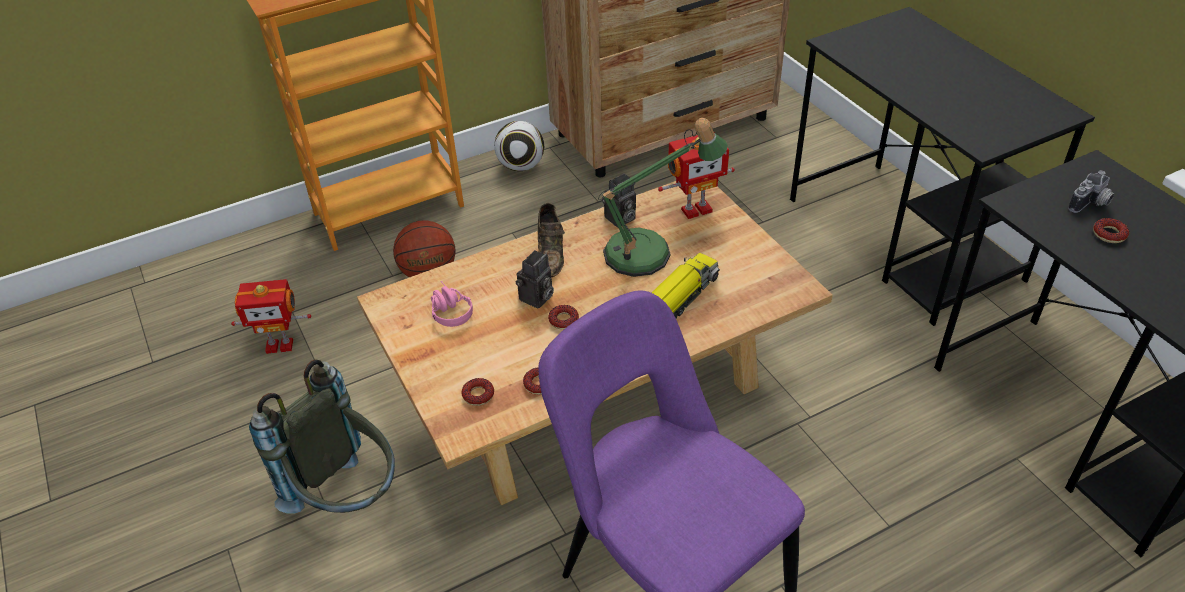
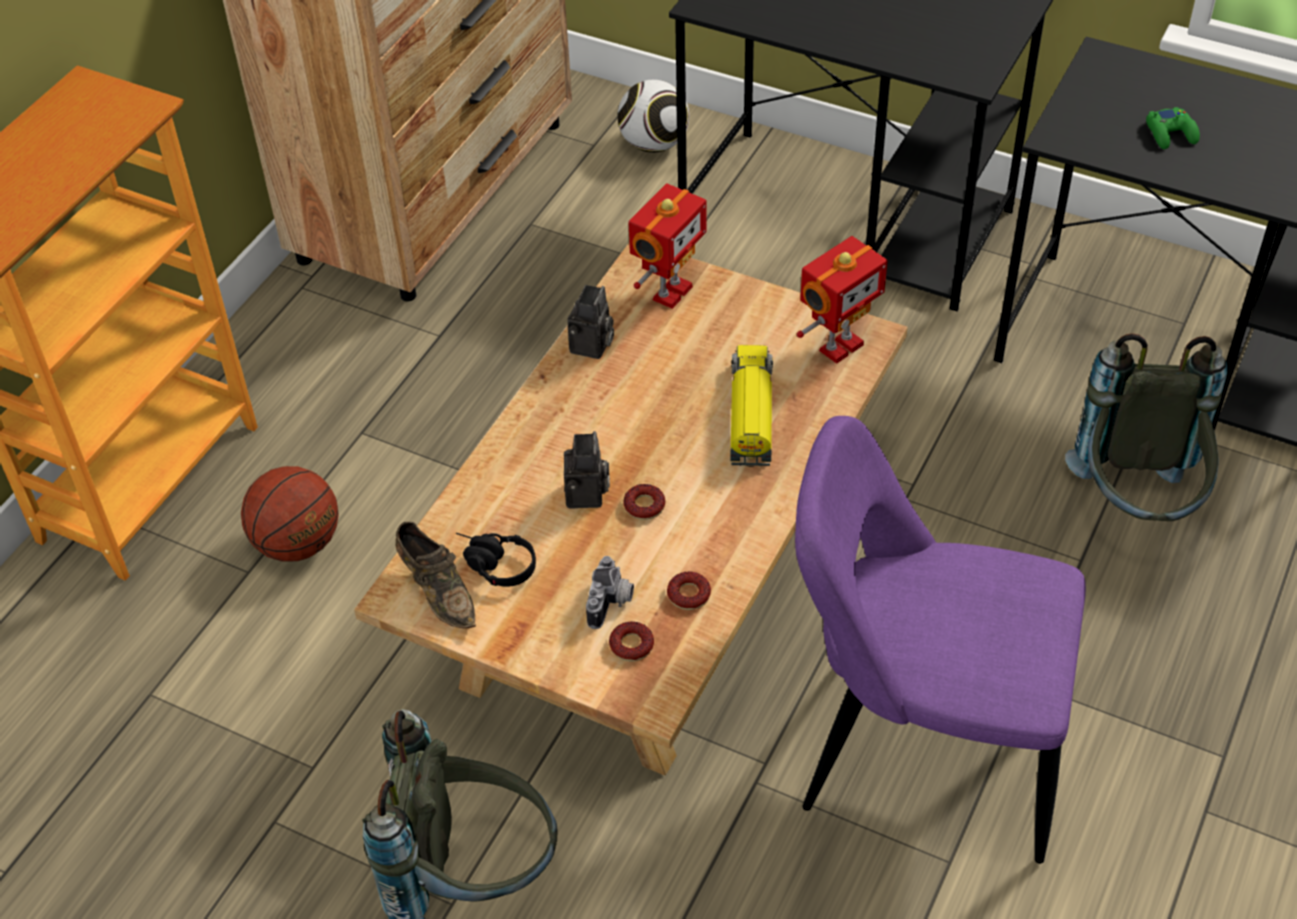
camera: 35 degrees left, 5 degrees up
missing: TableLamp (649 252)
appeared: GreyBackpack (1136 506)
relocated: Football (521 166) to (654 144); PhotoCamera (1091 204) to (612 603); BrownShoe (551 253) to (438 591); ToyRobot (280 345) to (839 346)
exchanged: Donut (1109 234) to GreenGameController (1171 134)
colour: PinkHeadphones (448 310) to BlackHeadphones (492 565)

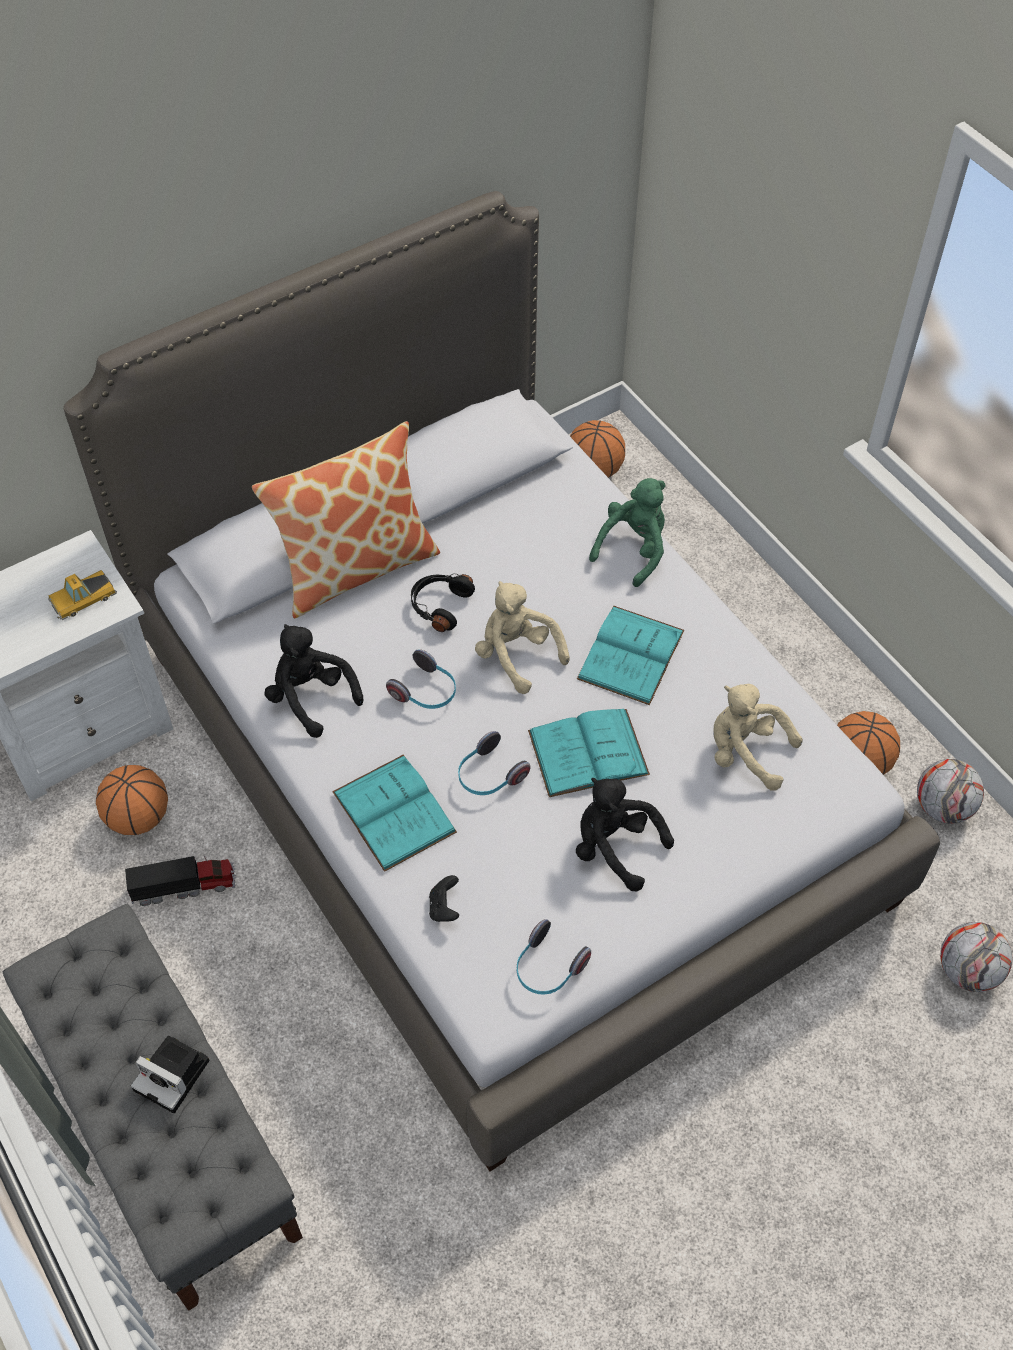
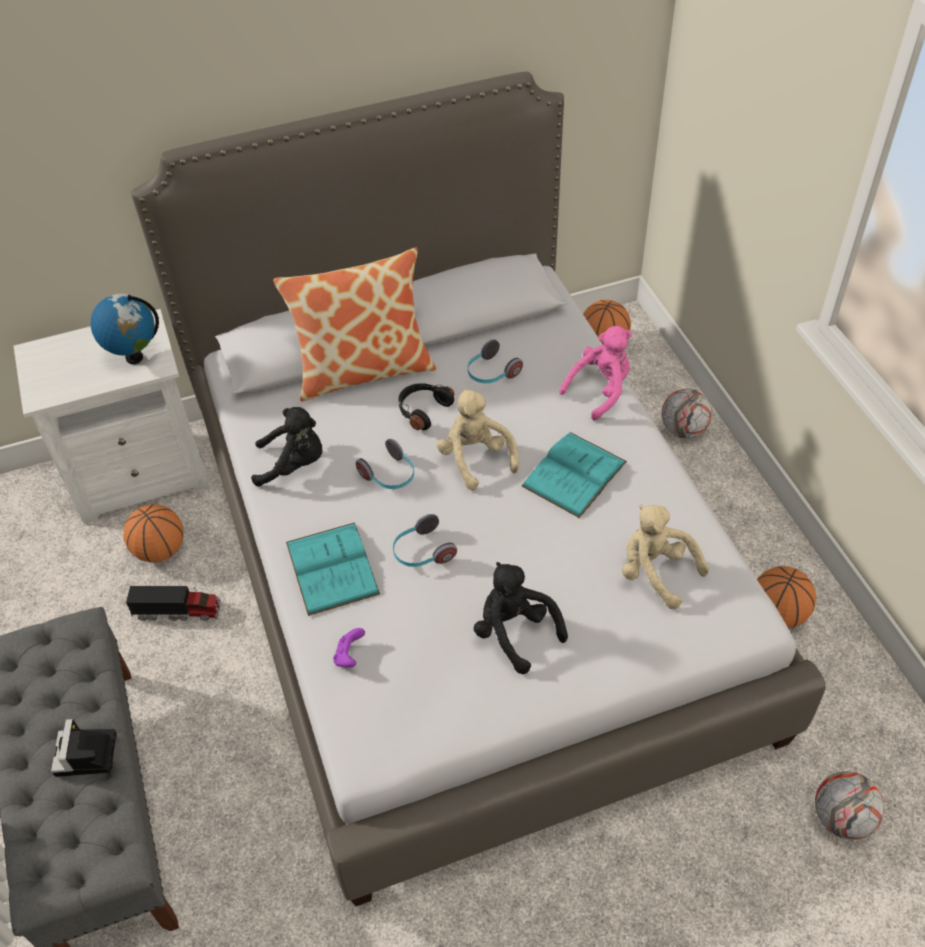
camera: 15 degrees right, 5 degrees down
missing: TurquoiseBook (588 752)
relocated: Football (943 807) to (683 430); Headphones (548 968) to (491 373)
exchanged: ToyCar (82 598) to Globe (134 357)
colour: GreenPlushToy (633 549) to PinkPlushToy (600 390); BlackGameController (444 907) to PurpleGameController (349 656)
spun: BlackPlushToy (311 697) = (294 464) 120 degrees clockwise; PhotoCamera (174 1076) = (86 756) 45 degrees clockwise

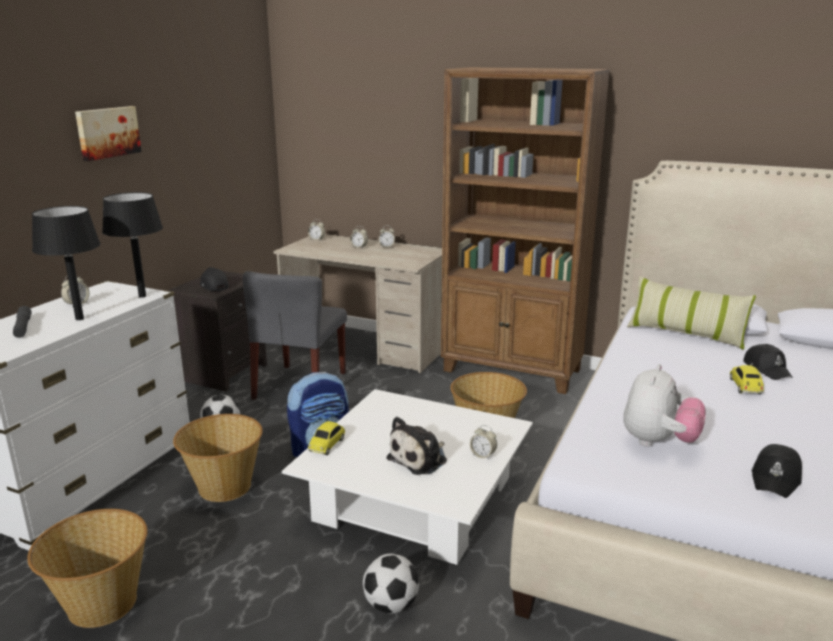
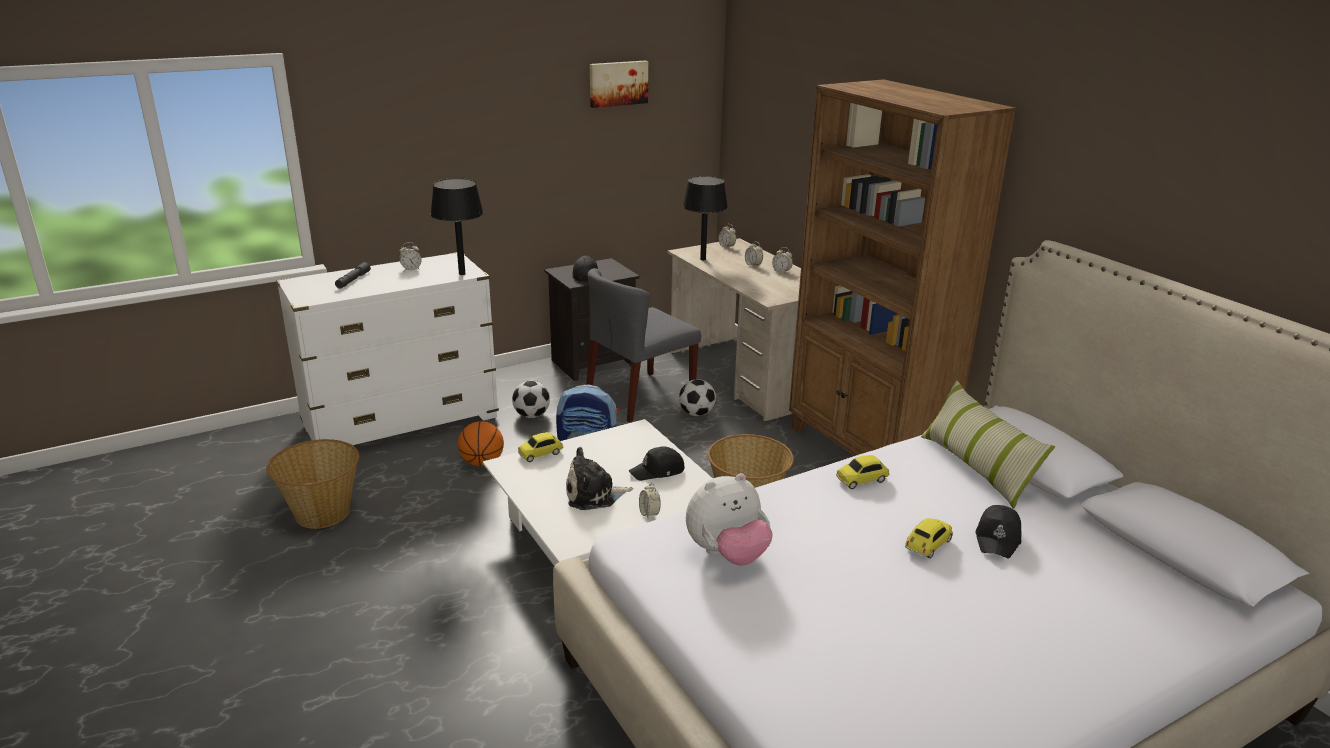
camera: 35 degrees right, 5 degrees up
appeared: ToyCar (862 480)
relocated: Picture (107 132) to (618 83); BlackTableLamp (79 318) to (703 259); BlackCap (776 478) to (658 471); Football (391 605) to (697 414)
exchanged: Basket (224 486) to Basketball (482 463)

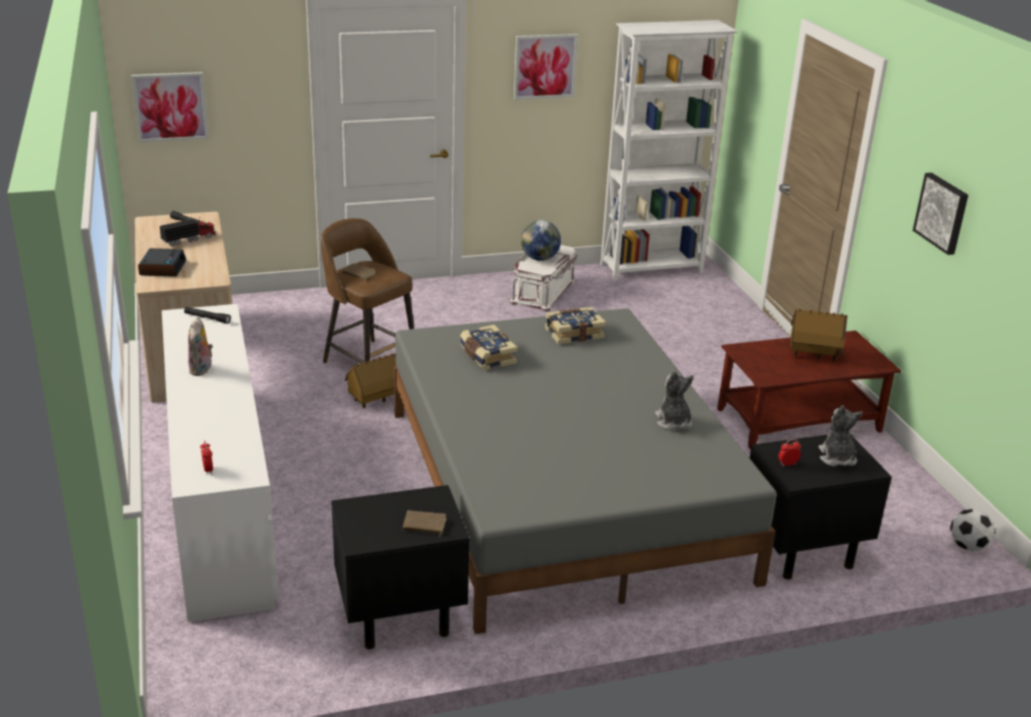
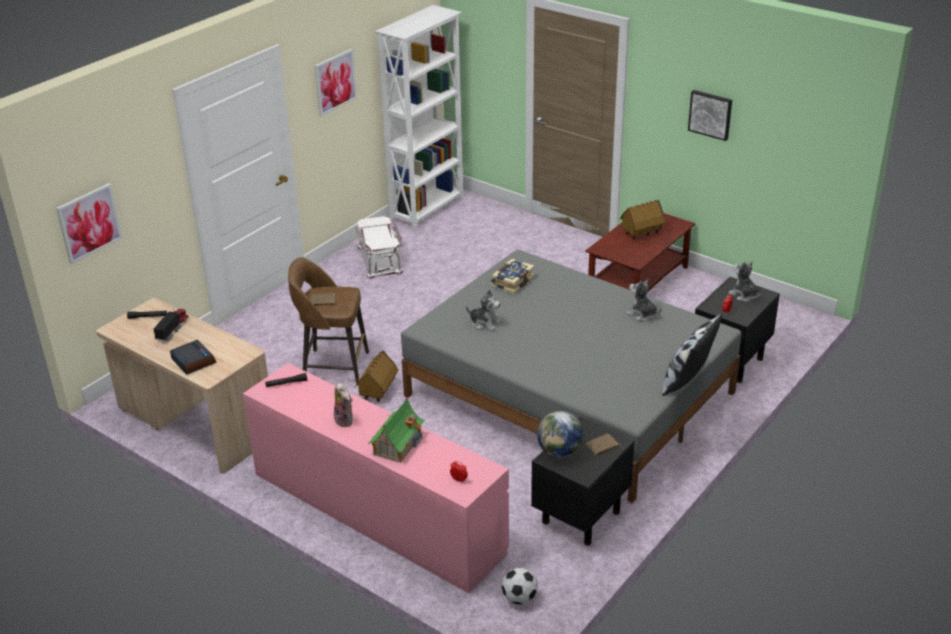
camera: 35 degrees left, 5 degrees up
appeared: Pillow (687 380); ToyHouse (397 444)
relocated: Globe (539 259) to (559 452); Football (967 546) to (519 598)
exchanged: Book (487 357) to PlushToy (484 323)
colour: WhiteDresser (220 501) to PinkDresser (376 512)

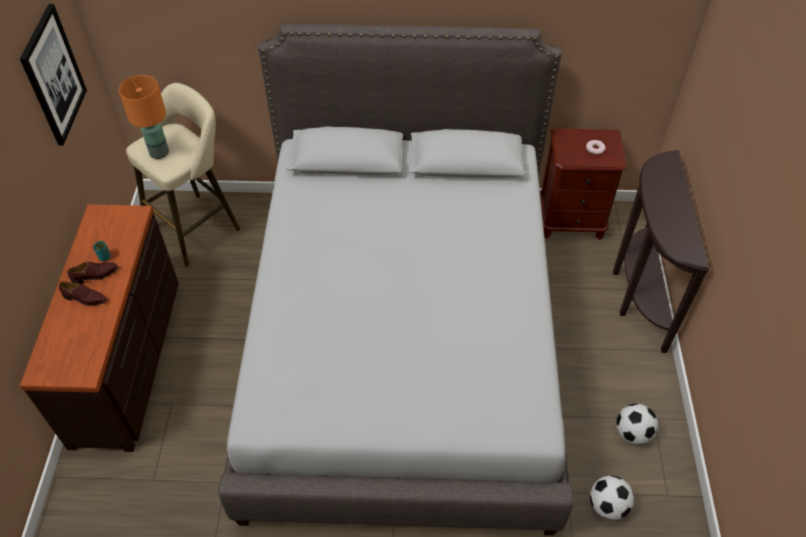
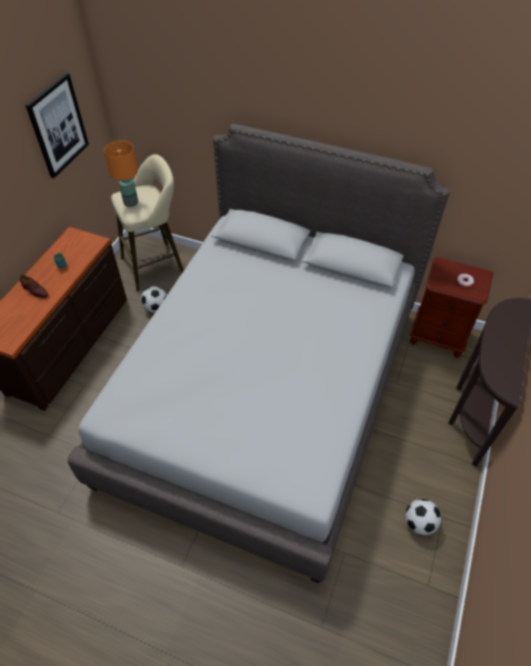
camera: 20 degrees right, 0 degrees up
missing: BrownShoe (95 275)
relocated: Football (607 505) to (156 307)

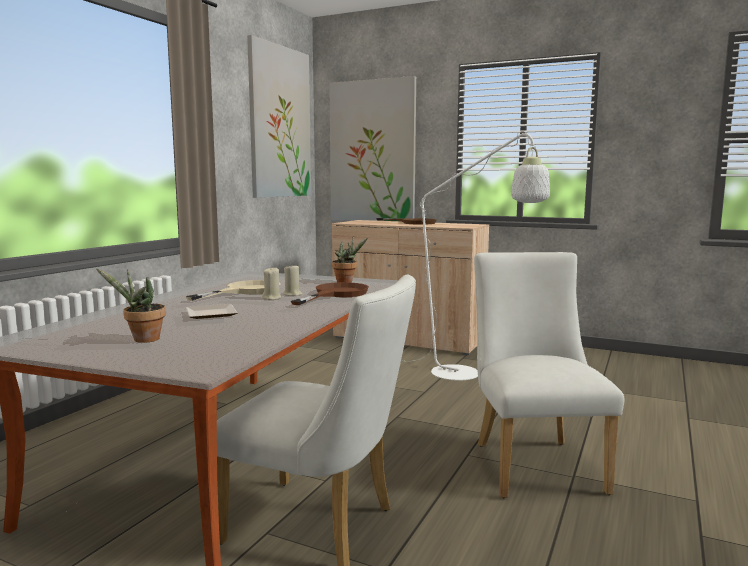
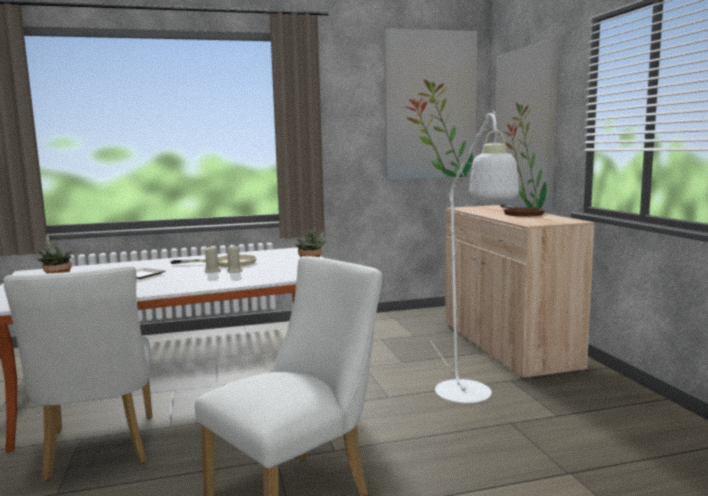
camera: 50 degrees right, 0 degrees up
missing: BrownFryingPan (336 294)

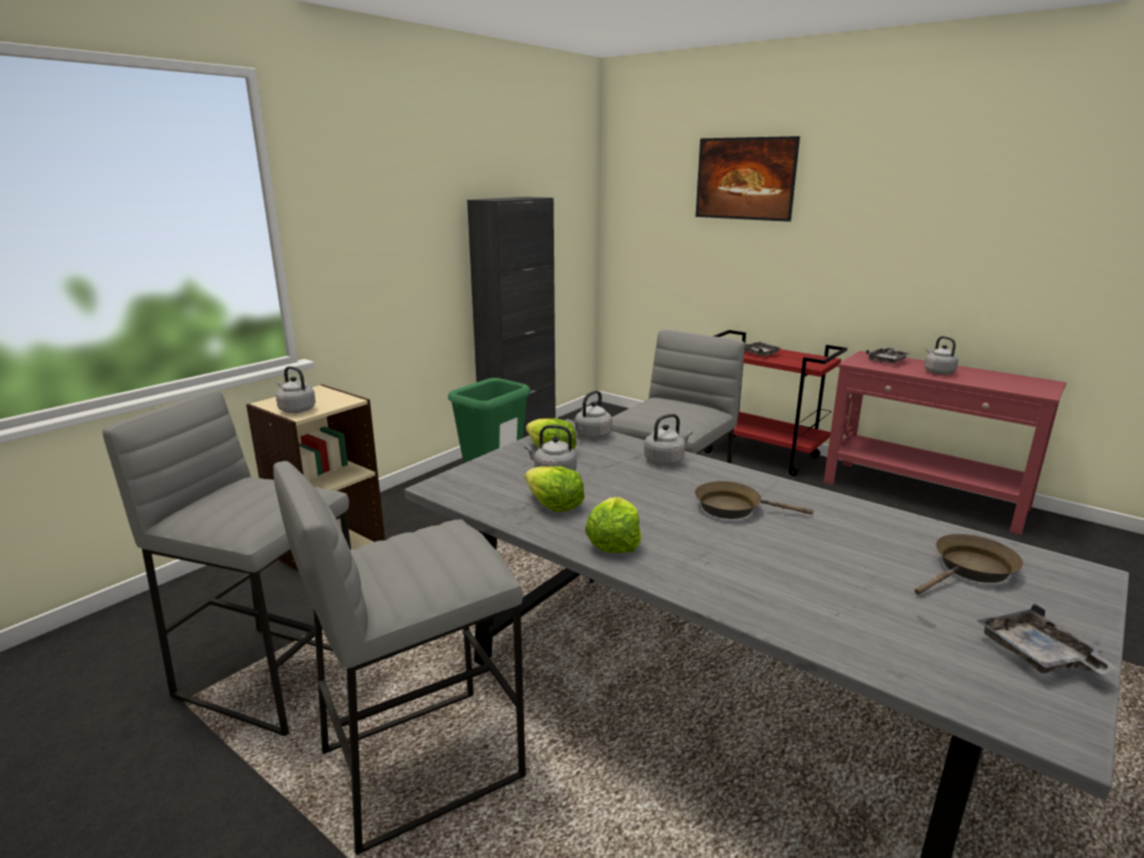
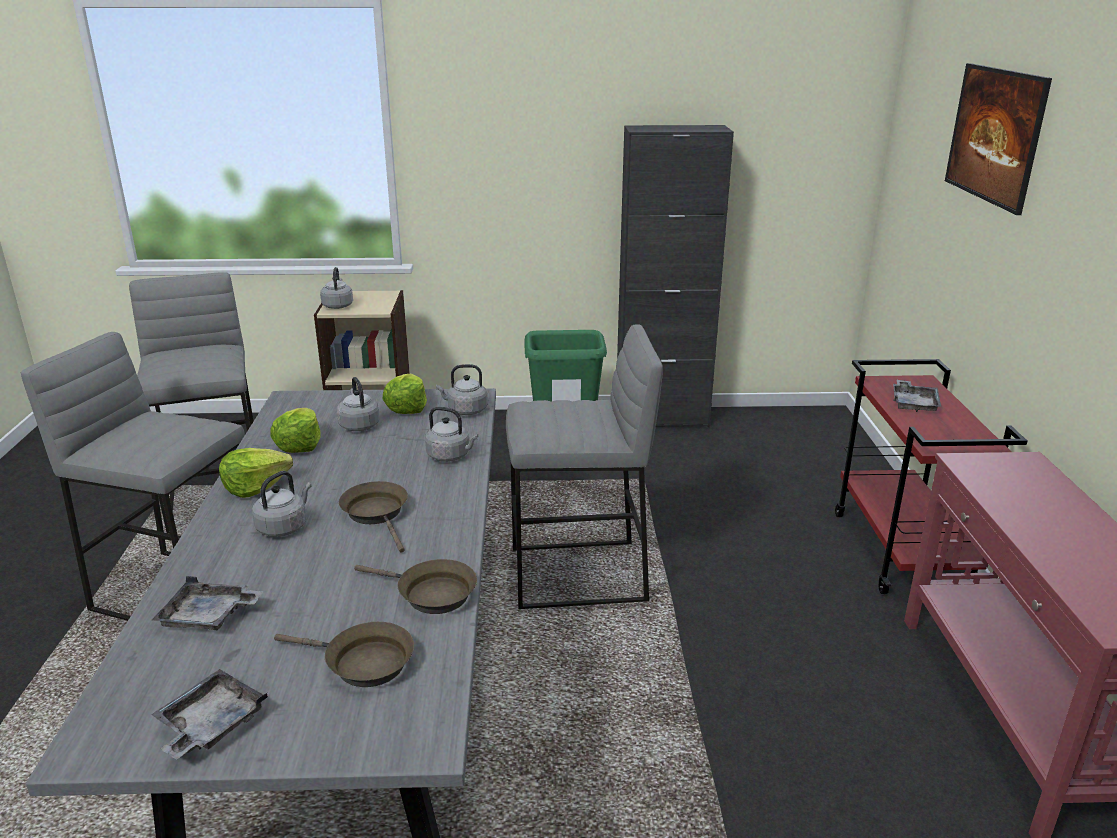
camera: 50 degrees right, 5 degrees up
appeared: BrownFryingPan (431 594)
relocated: GreyKettle (938 372) to (284 526); GreyTray (887 361) to (208 616)

